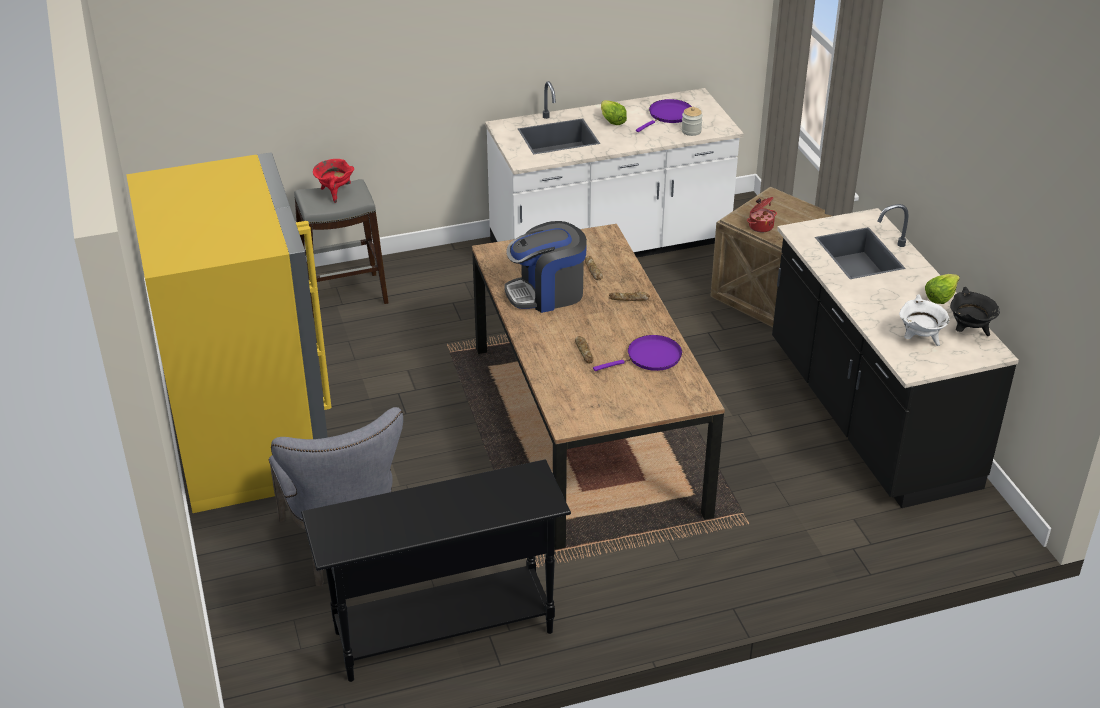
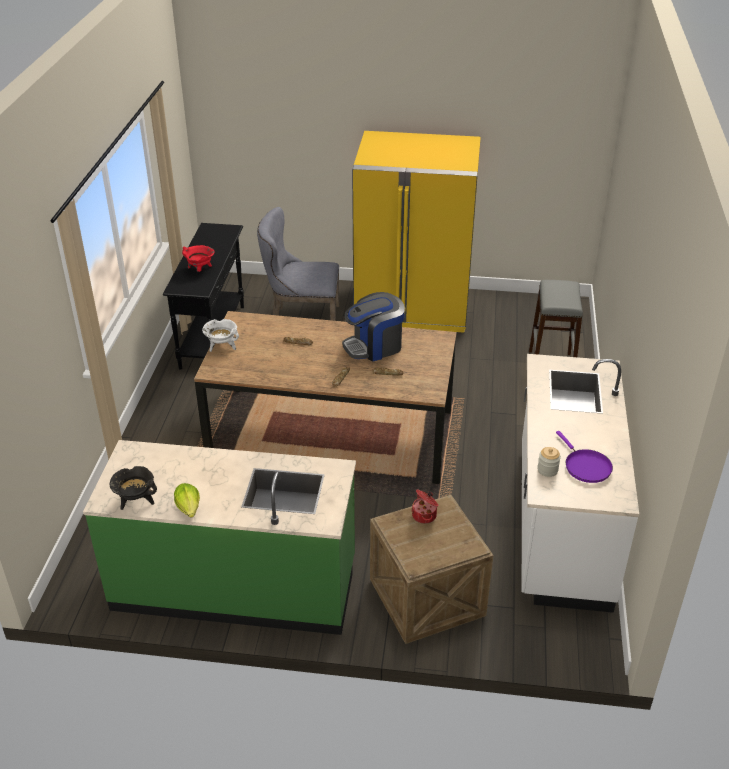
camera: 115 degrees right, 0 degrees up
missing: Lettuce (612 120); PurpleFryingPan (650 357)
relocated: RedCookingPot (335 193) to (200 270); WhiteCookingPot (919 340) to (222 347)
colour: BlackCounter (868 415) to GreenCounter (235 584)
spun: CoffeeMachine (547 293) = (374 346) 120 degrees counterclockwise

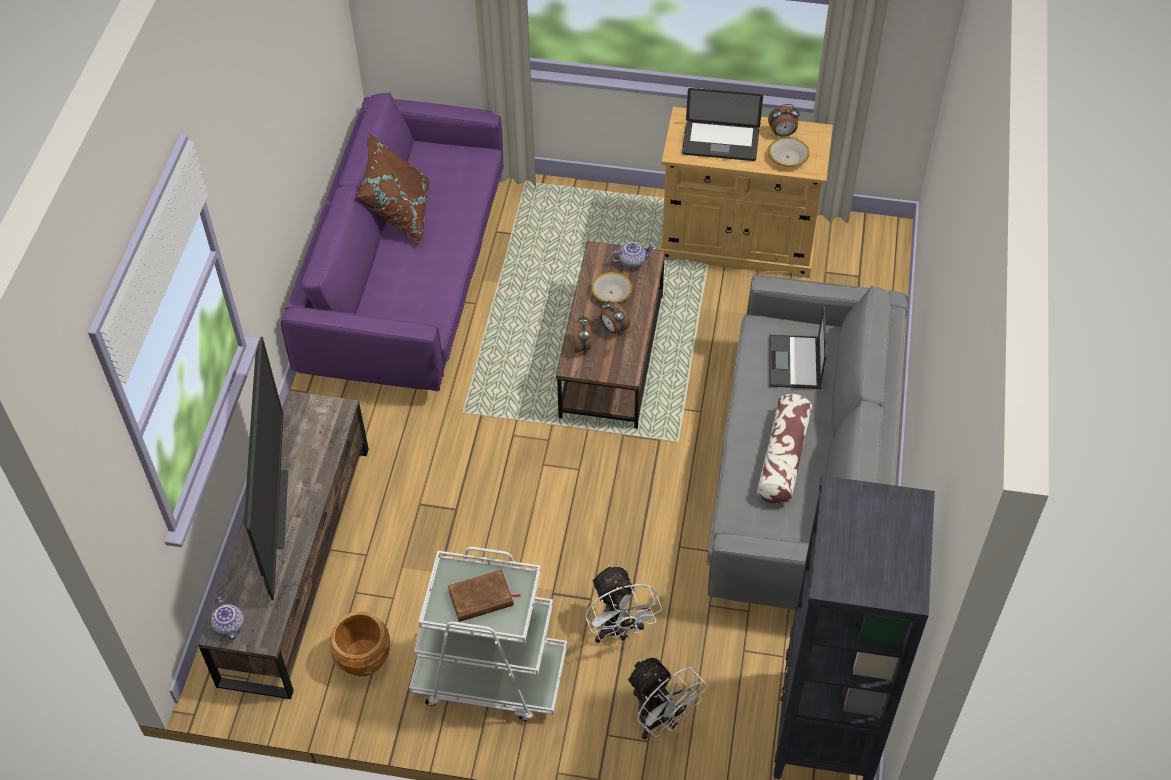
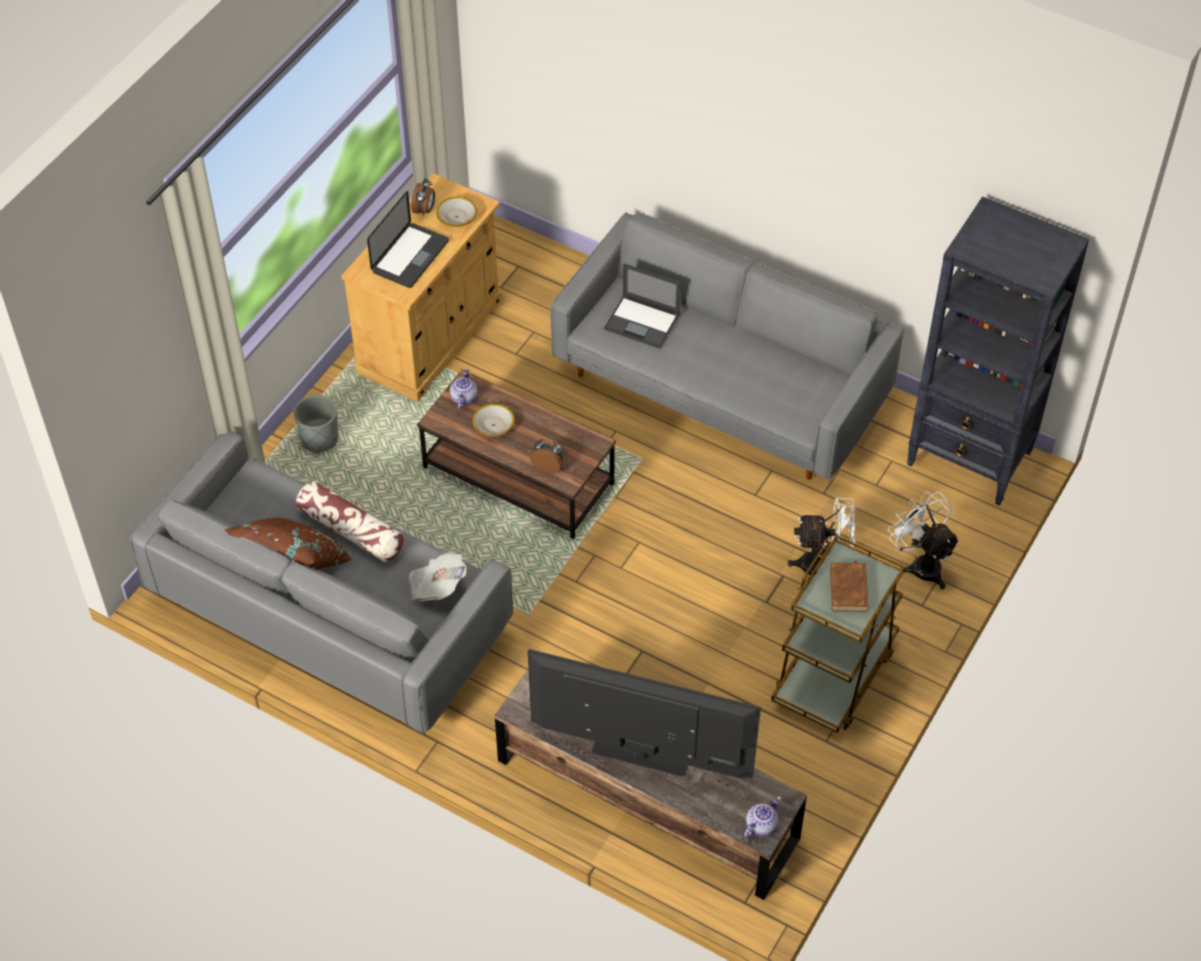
camera: 70 degrees left, 0 degrees up
missing: AlarmClock (613 329); BrownPlanter (364 658)
appeared: GreyPlanter (319 438); Newspaper (436 586)
relocated: Pillow (783 457) to (351 530)
colour: PurpleSofa (408 279) to GreySofa (331 614); WhiteCart (489 676) to BrownCart (833 674)
spun: Teapot (231 626) = (761 824) 45 degrees counterclockwise; WhiteFan (660 720) = (921 564) 105 degrees counterclockwise

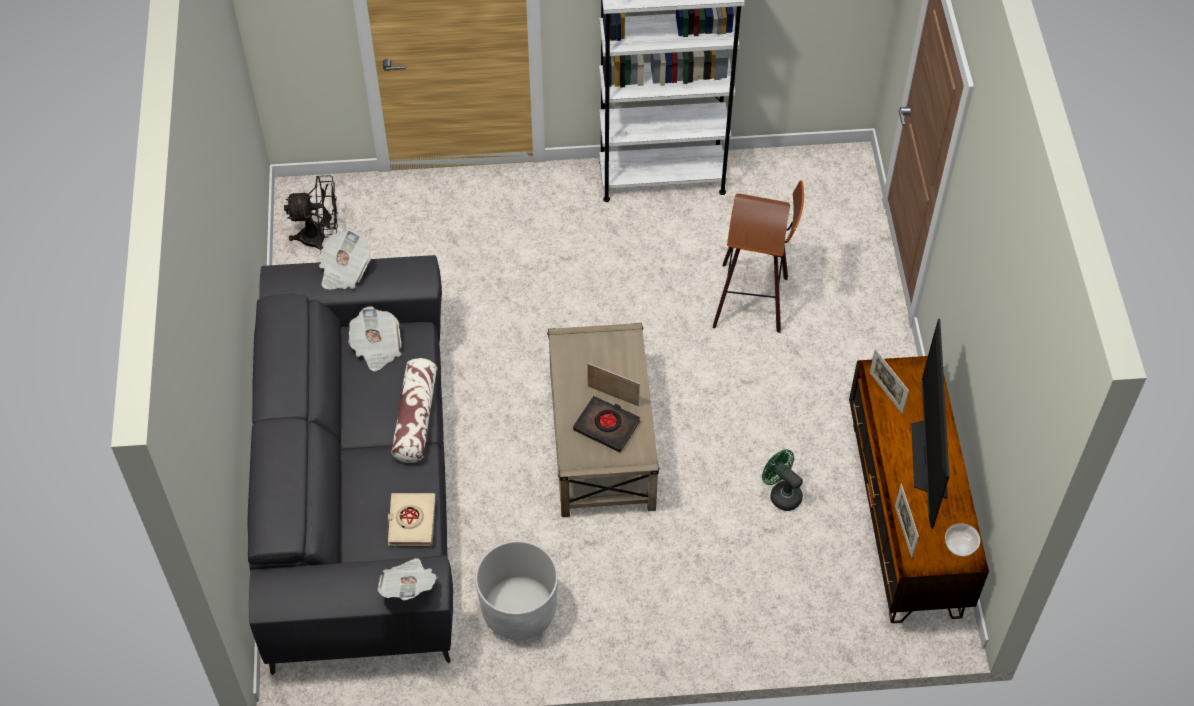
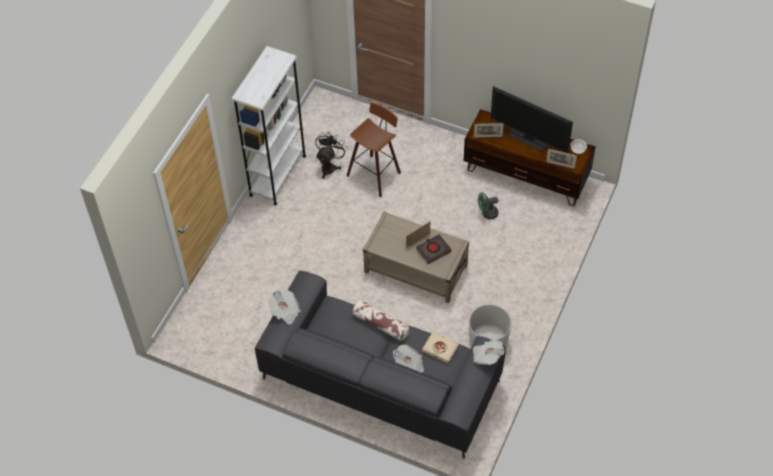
camera: 60 degrees left, 0 degrees up
relocated: BlackFan (320 237) to (330 166); Newspaper (376 348) to (409 364)

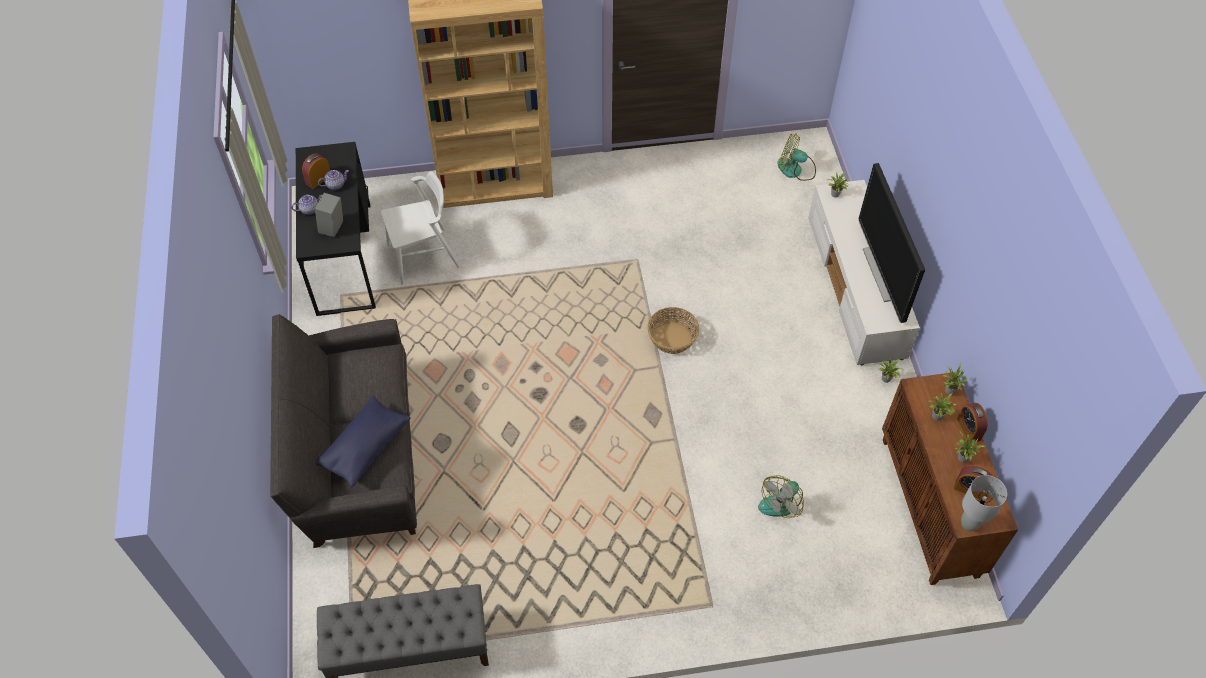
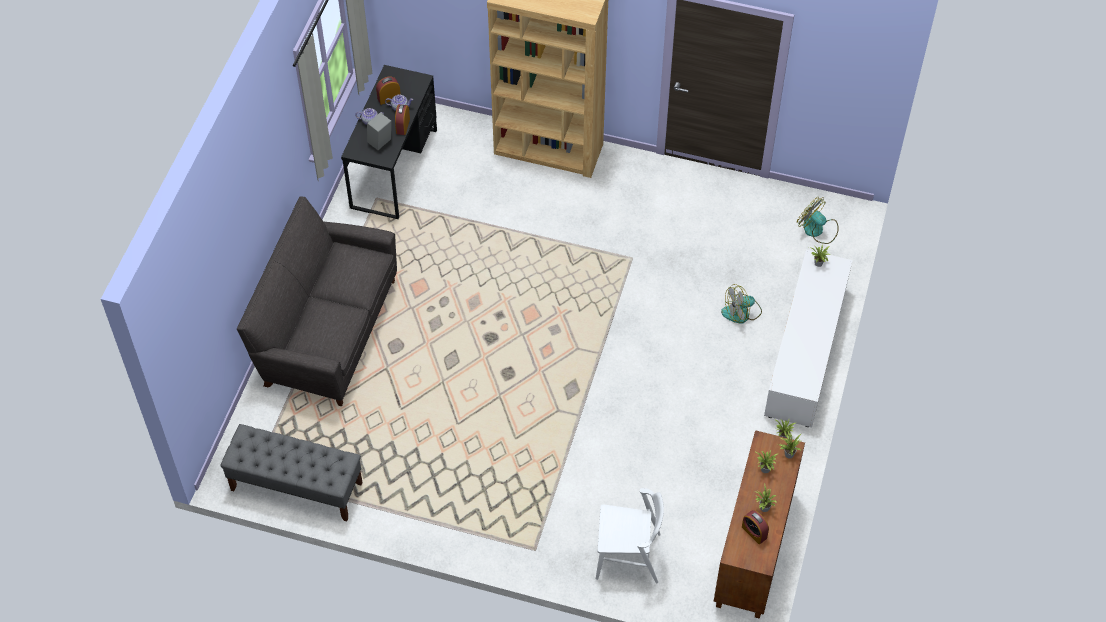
camera: 25 degrees right, 0 degrees up
missing: Television (883 273); Basket (672 338); BluePillow (365 447); GreyTableLamp (969 523)
relocated: WhiteChair (424 256) to (628 556); AlarmClock (969 429) to (403 126); Fan (781 501) to (741 312)

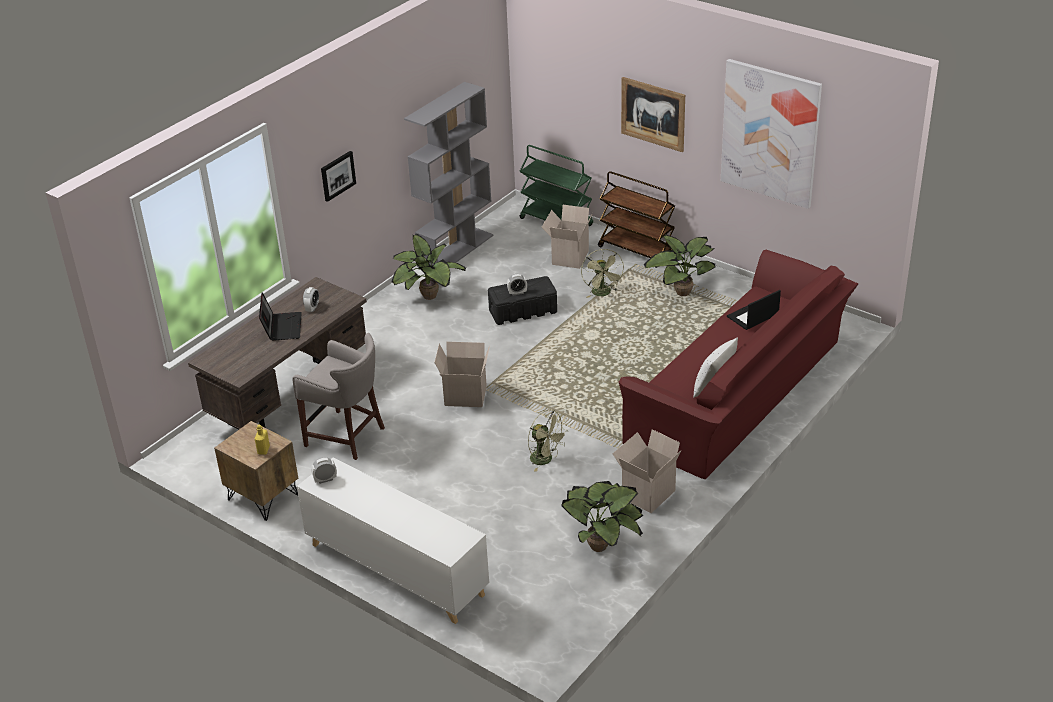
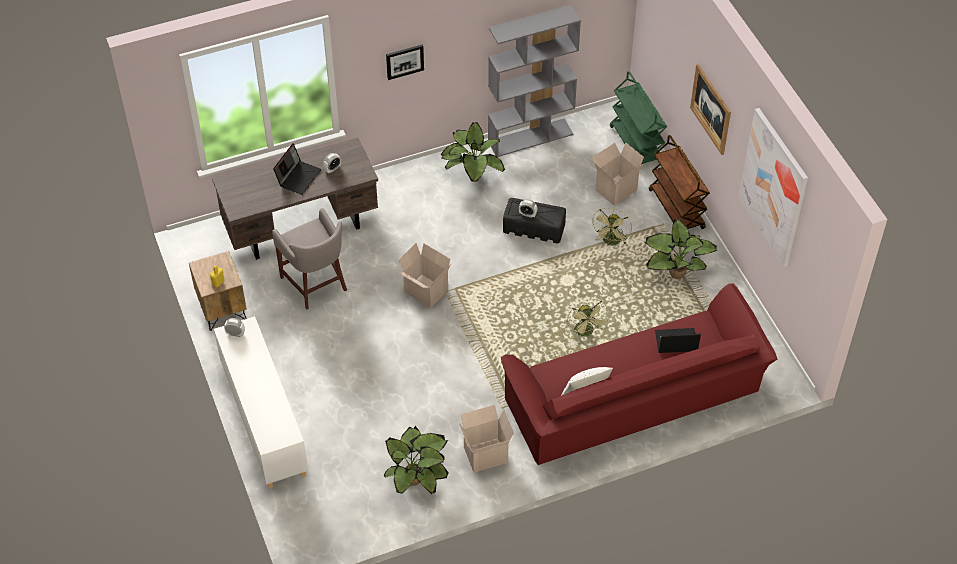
camera: 30 degrees right, 15 degrees up
relocated: GreenFan (546 460) to (586 332)

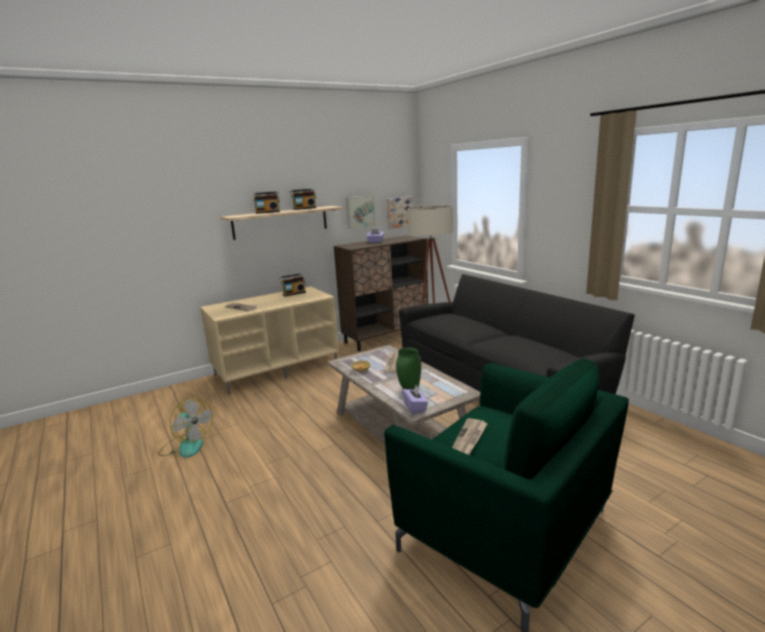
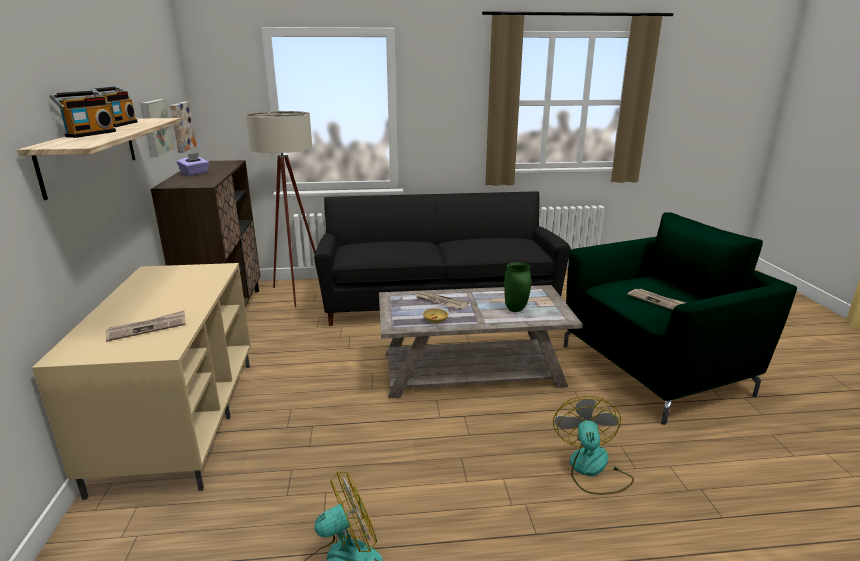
camera: 65 degrees left, 5 degrees up
missing: Radio (294 293); PurpleTissueBox (415 407)
appeared: Fan (591 469)

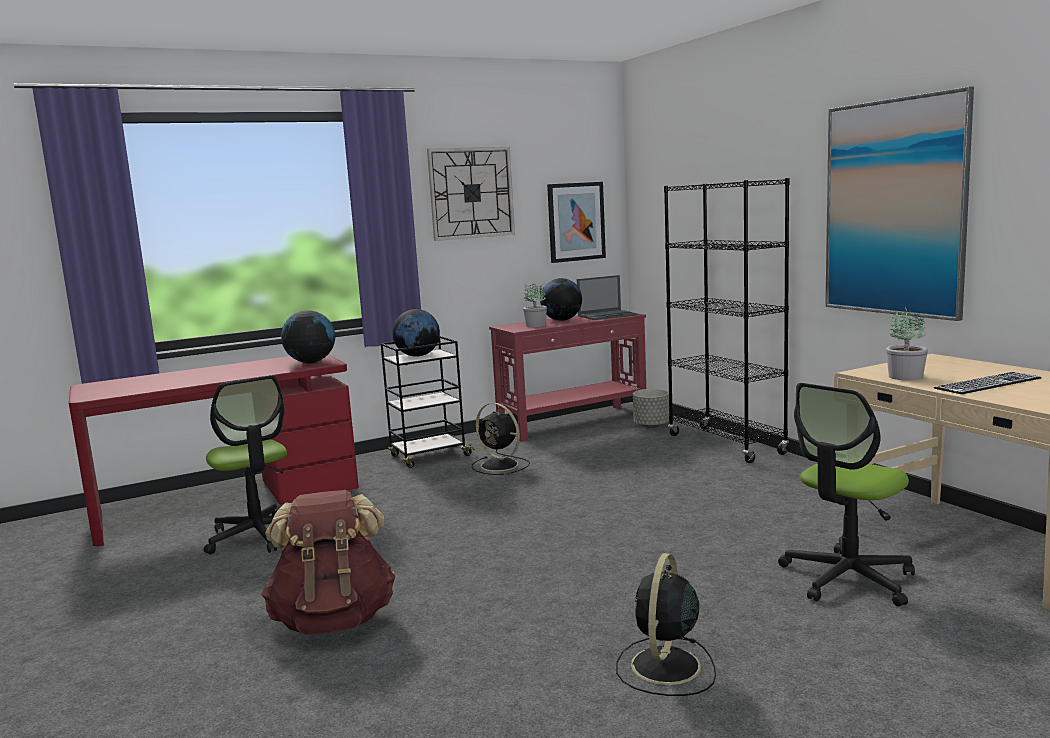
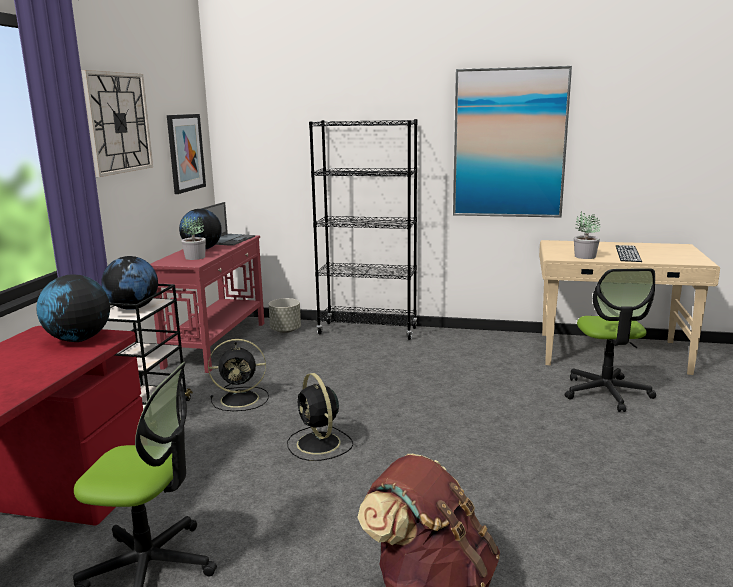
camera: 50 degrees left, 5 degrees up
relocated: BlackFan (665 667) to (319 444)

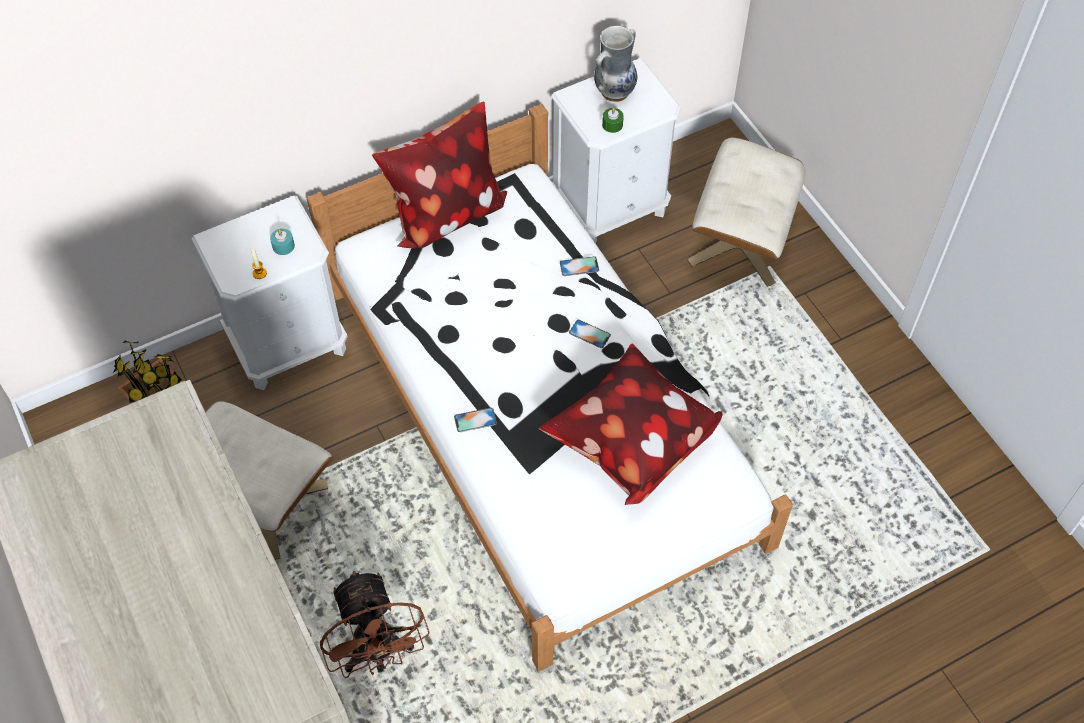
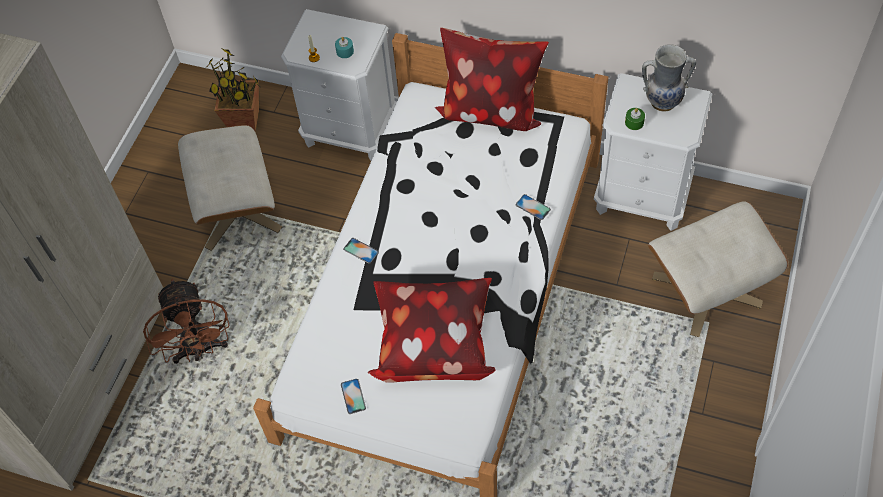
camera: 50 degrees right, 0 degrees up
relocated: Phone (589 334) to (353 396)
spun: BrownFan (378 653) = (200 350) 45 degrees counterclockwise

